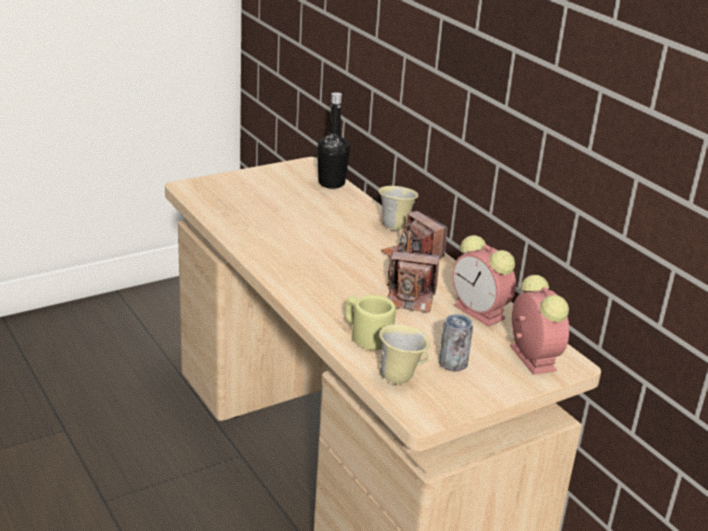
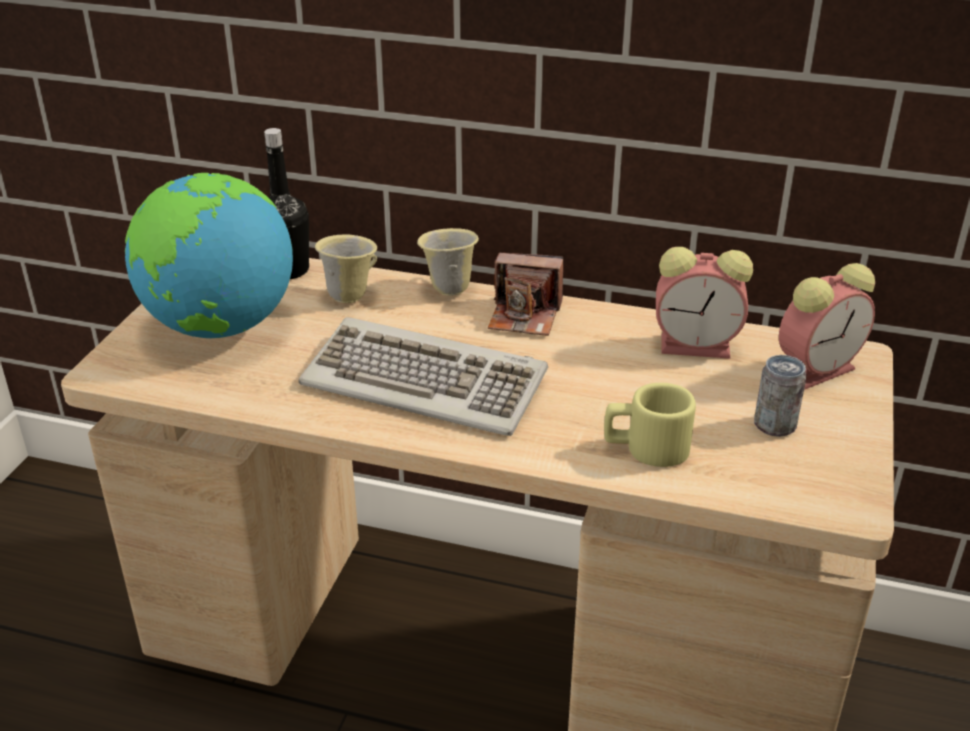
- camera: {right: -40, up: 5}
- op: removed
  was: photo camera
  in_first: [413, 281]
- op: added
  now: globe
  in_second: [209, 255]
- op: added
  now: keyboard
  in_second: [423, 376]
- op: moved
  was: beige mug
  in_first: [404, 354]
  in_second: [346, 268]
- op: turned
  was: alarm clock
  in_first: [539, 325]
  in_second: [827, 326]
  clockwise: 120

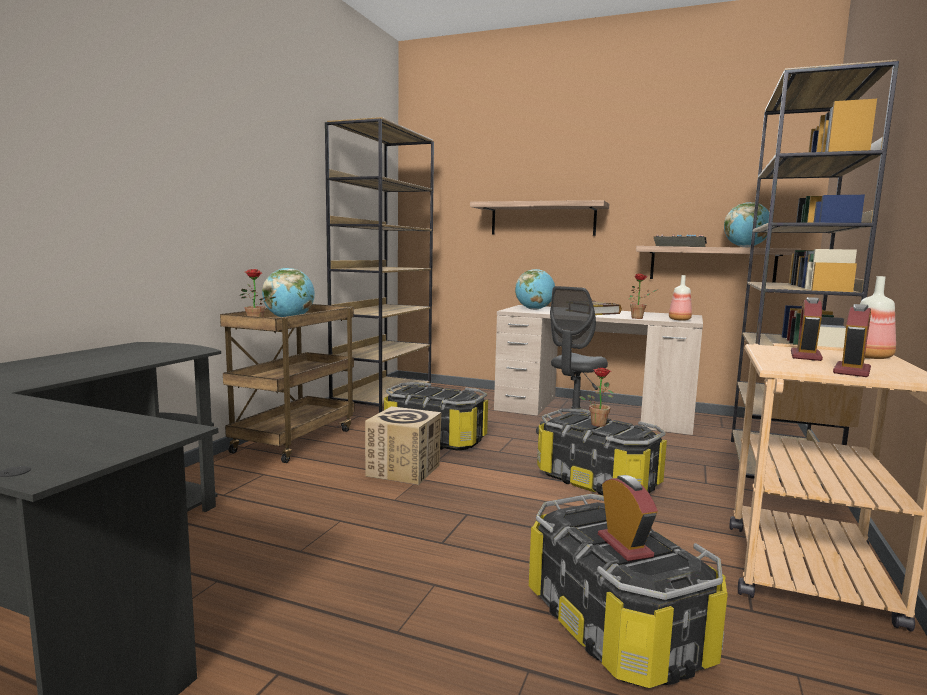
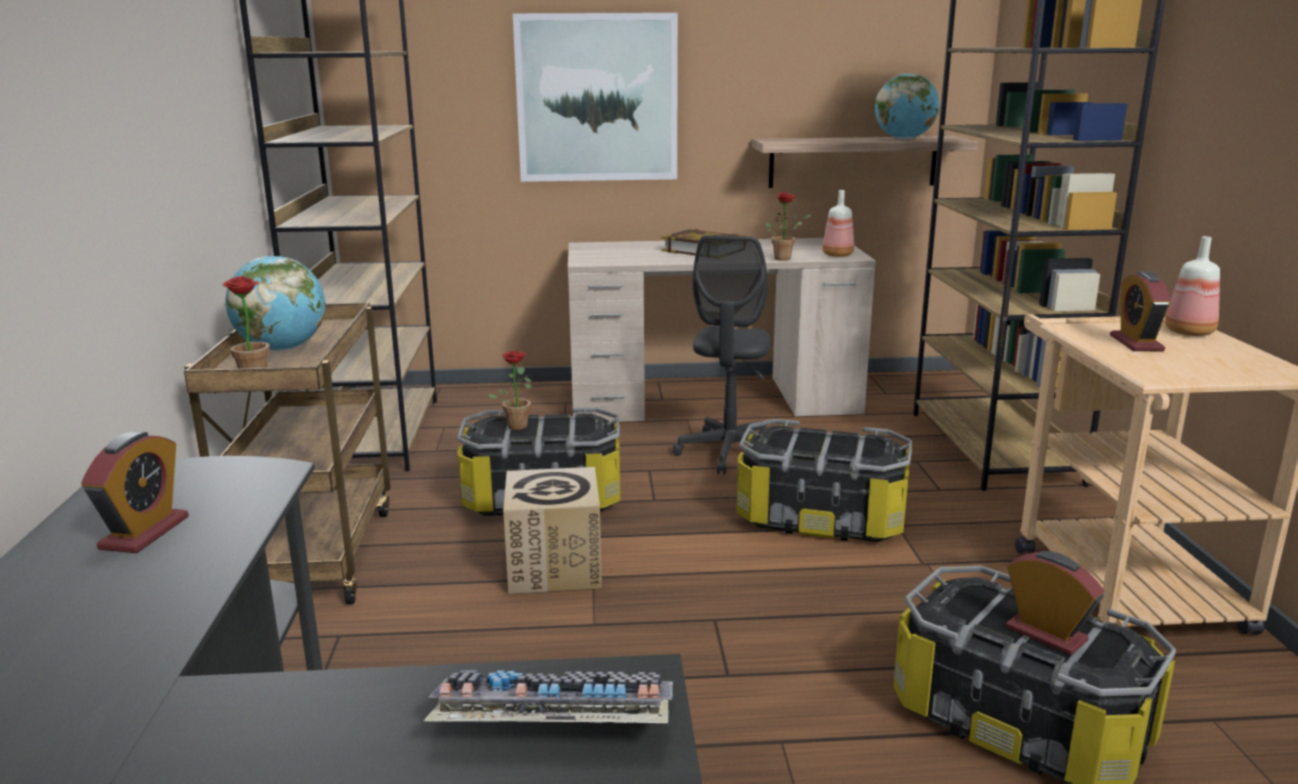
- camera: {right: -25, up: 10}
- op: removed
  was: globe
  in_first: [535, 289]
- op: moved
  was: potted plant
  in_first: [596, 397]
  in_second: [510, 390]
- op: moved
  was: keyboard
  in_first: [680, 241]
  in_second: [548, 696]
- op: moved
  was: alarm clock
  in_first: [852, 340]
  in_second: [135, 492]
- op: replaced
  was: shelf
  now: picture
  in_first: [539, 218]
  in_second: [595, 97]

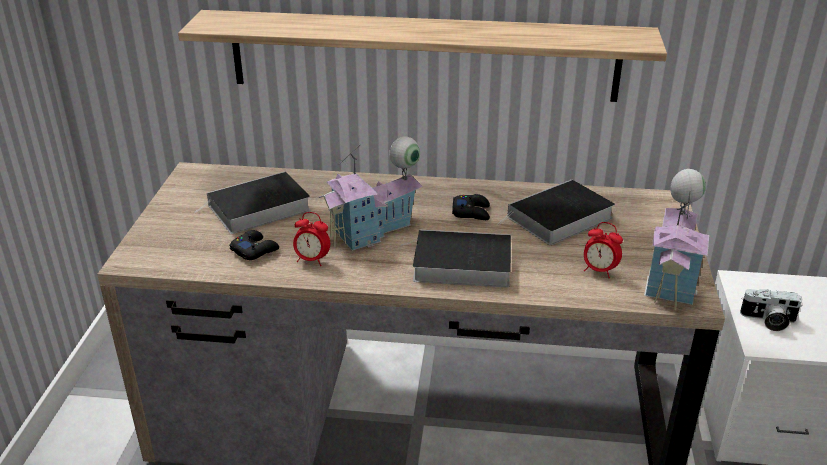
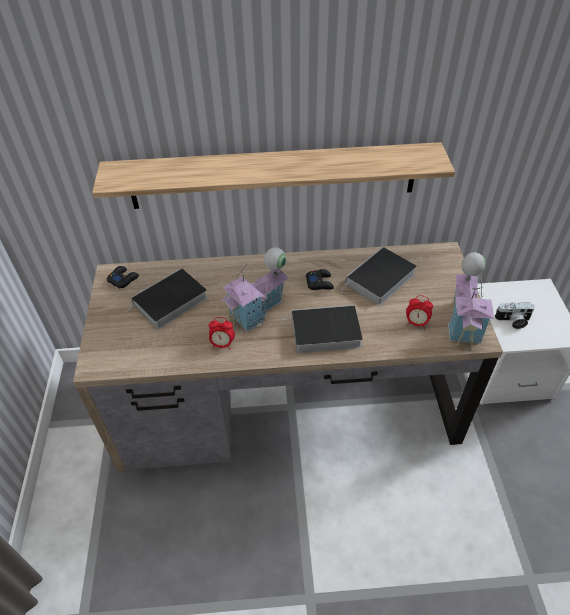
- camera: {right: -10, up: 15}
- op: moved
  was: black game controller
  in_first: [254, 245]
  in_second: [123, 277]

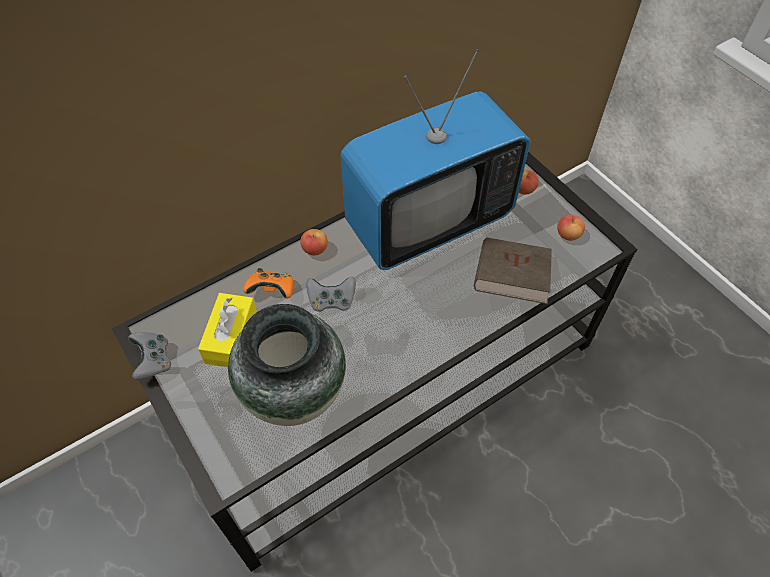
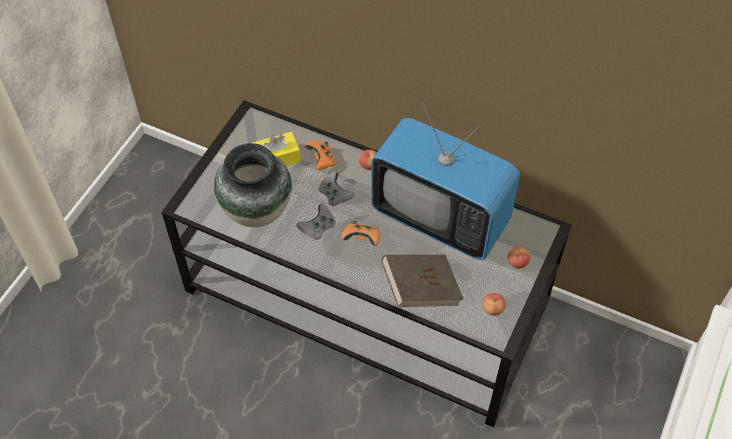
- camera: {right: 60, up: 0}
- op: added
  now: orange game controller
  in_second: [360, 233]
- op: moved
  was: grey game controller
  in_first: [149, 356]
  in_second: [315, 222]

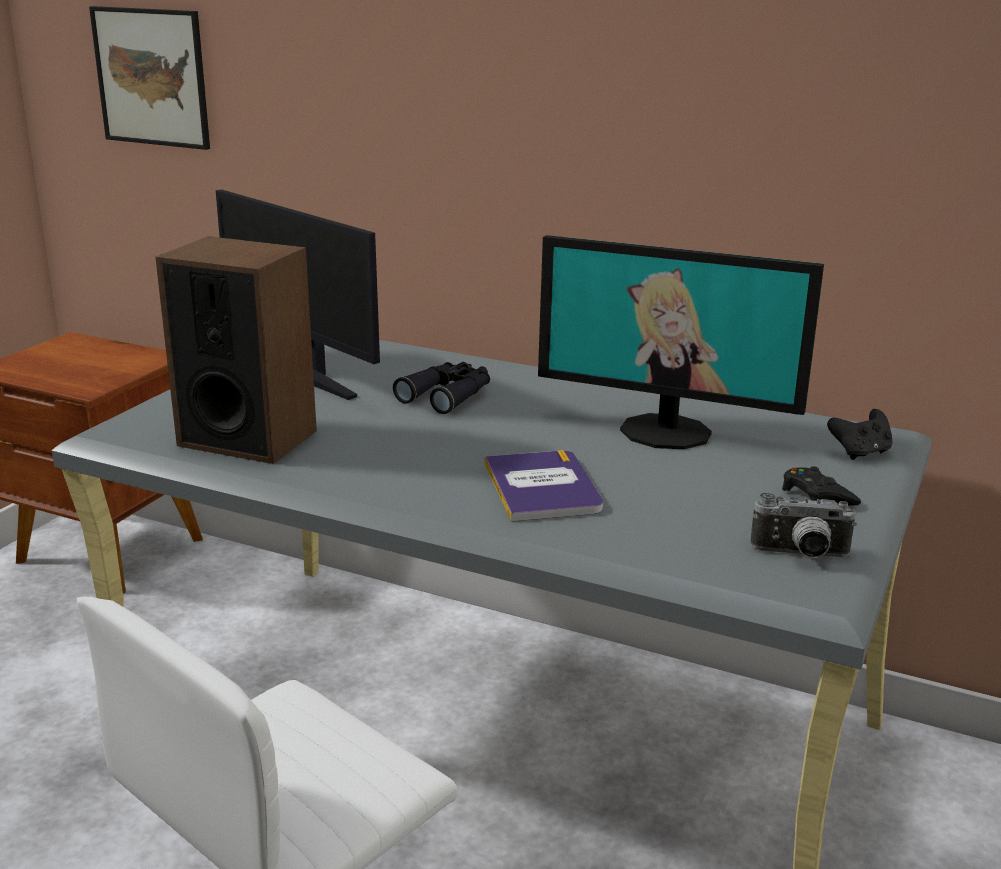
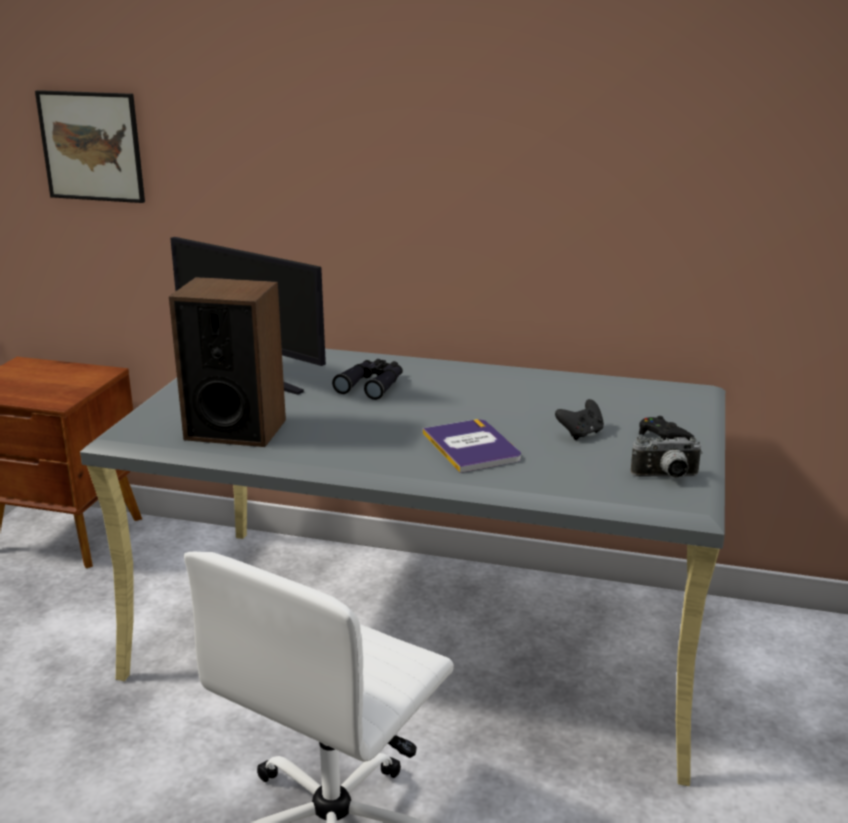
- camera: {right: -10, up: 0}
- op: removed
  was: monitor
  in_first: [681, 342]
- op: moved
  was: black game controller
  in_first: [860, 434]
  in_second: [579, 419]

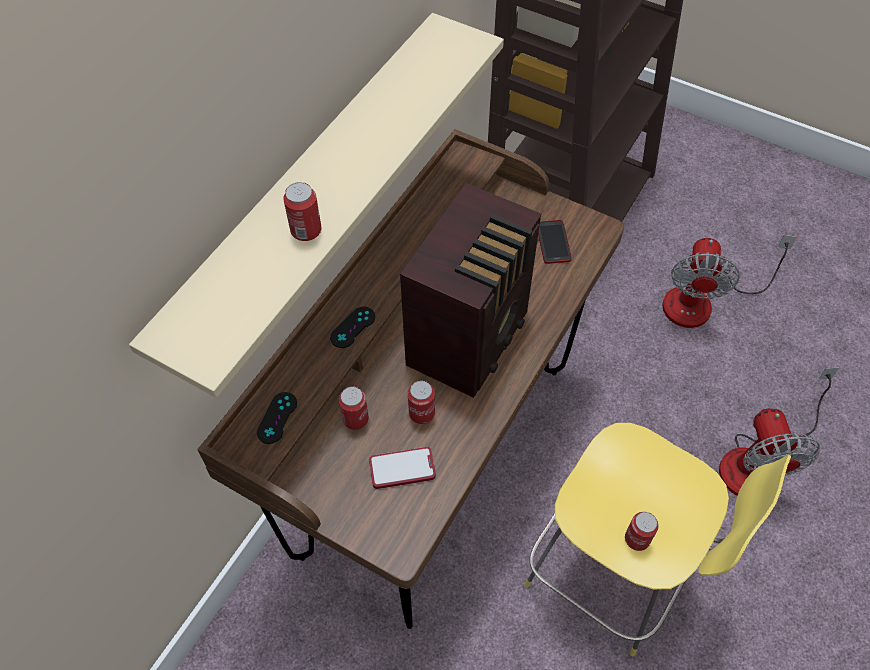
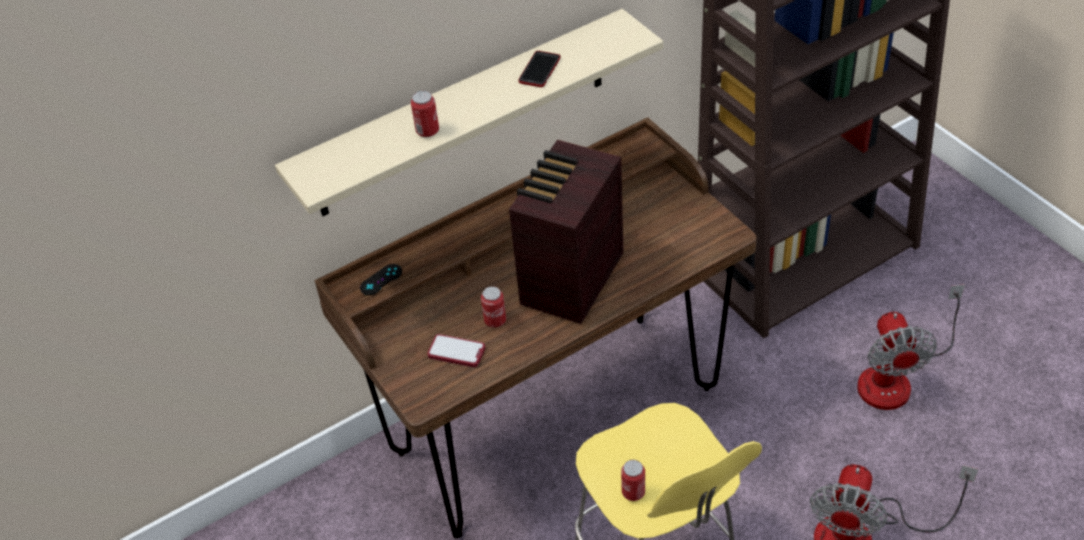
- camera: {right: 30, up: -10}
- op: removed
  was: black game controller
  in_first: [352, 327]
- op: removed
  was: can
  in_first: [354, 408]
- op: moved
  was: phone
  in_first: [555, 242]
  in_second: [539, 69]
- op: turned
  was: radio
  in_first: [470, 290]
  in_second: [566, 232]
  clockwise: 150
- op: turned
  was: fan
  in_first: [729, 281]
  in_second: [911, 347]
  clockwise: -45

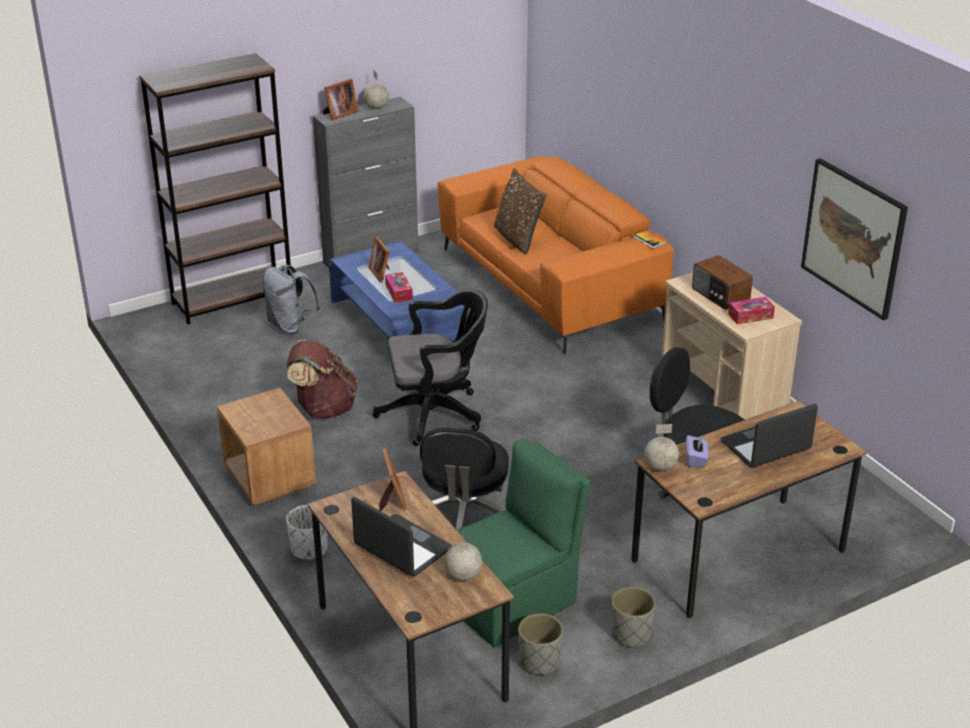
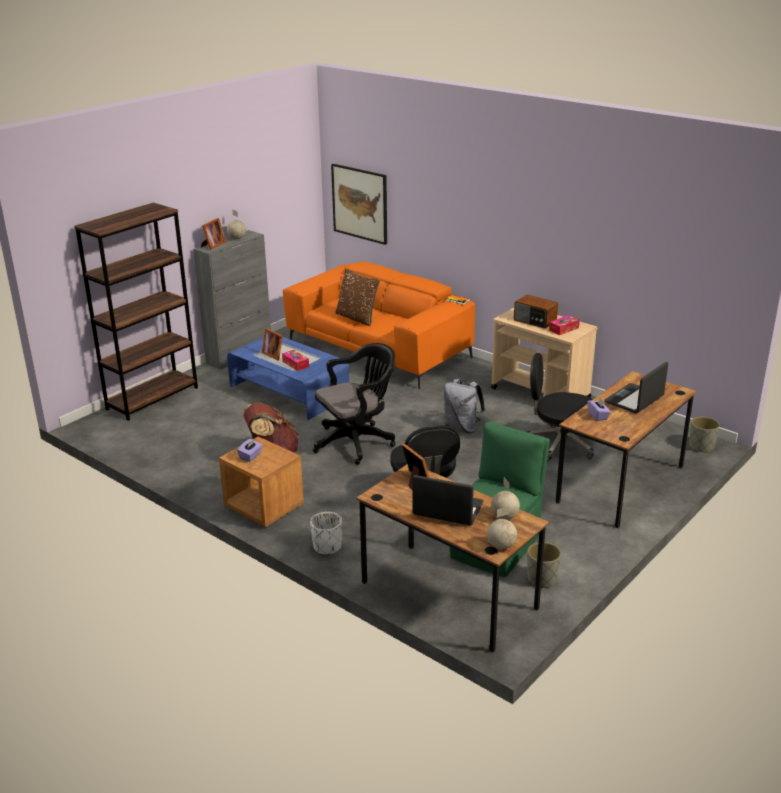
- camera: {right: -20, up: -5}
- op: added
  now: purple tissue box
  in_second: [249, 450]
- op: moved
  was: grey backpack
  in_first: [291, 299]
  in_second: [464, 406]
- op: moved
  was: grey planter
  in_first: [634, 617]
  in_second: [704, 435]
- op: moved
  was: globe
  in_first: [662, 447]
  in_second: [502, 527]
- op: moved
  was: picture
  in_first: [854, 239]
  in_second: [359, 204]

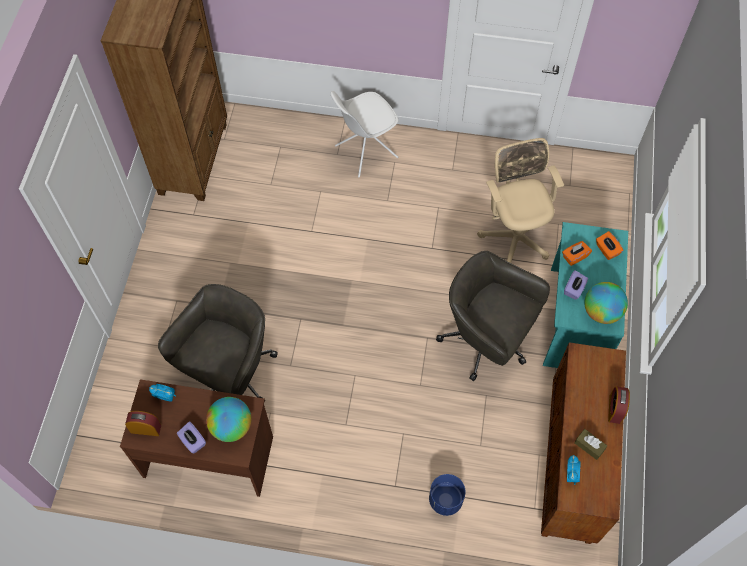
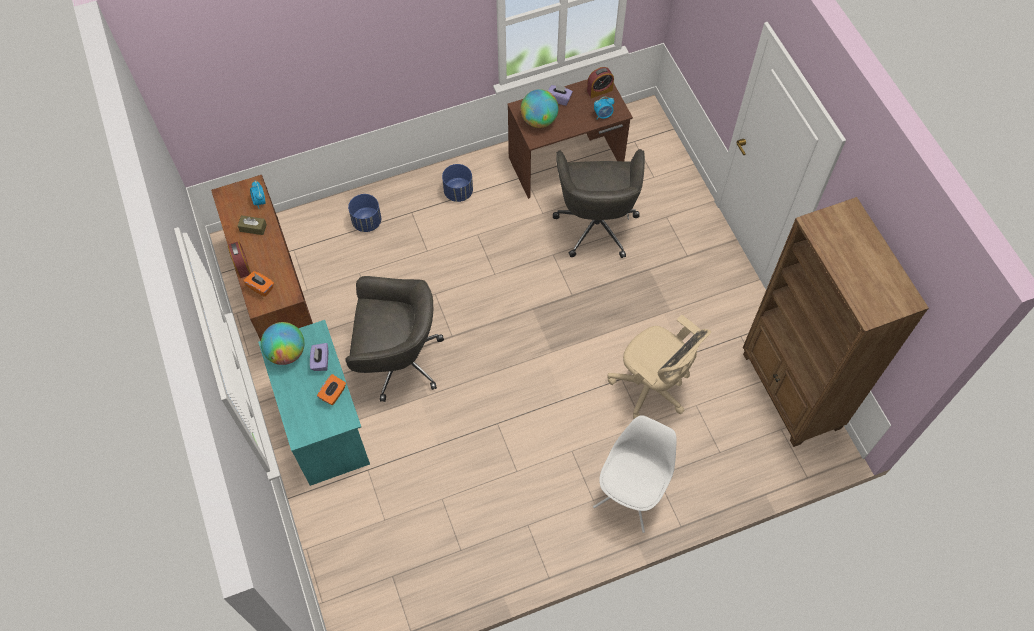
- camera: {right: 150, up: 0}
- op: added
  now: blue planter
  in_second: [457, 183]
- op: moved
  was: beige office chair
  in_first: [520, 200]
  in_second: [659, 367]
- op: moved
  was: orange tissue box
  in_first: [609, 245]
  in_second: [258, 284]

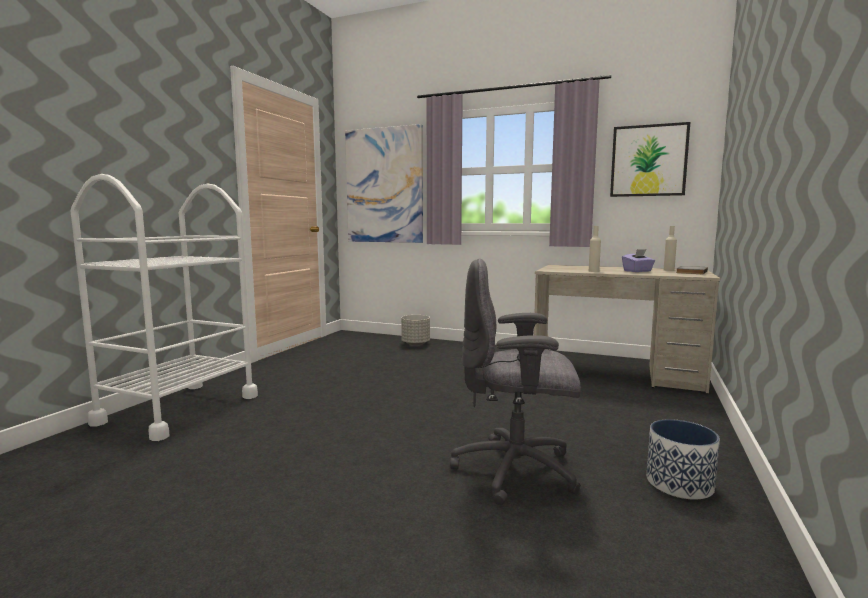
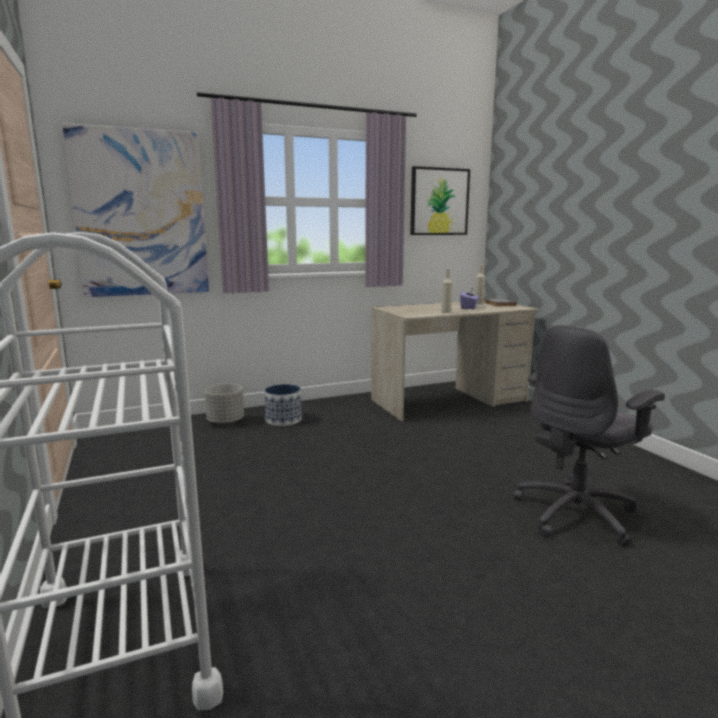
- camera: {right: -45, up: 5}
- op: moved
  was: planter
  in_first: [683, 459]
  in_second: [283, 405]

